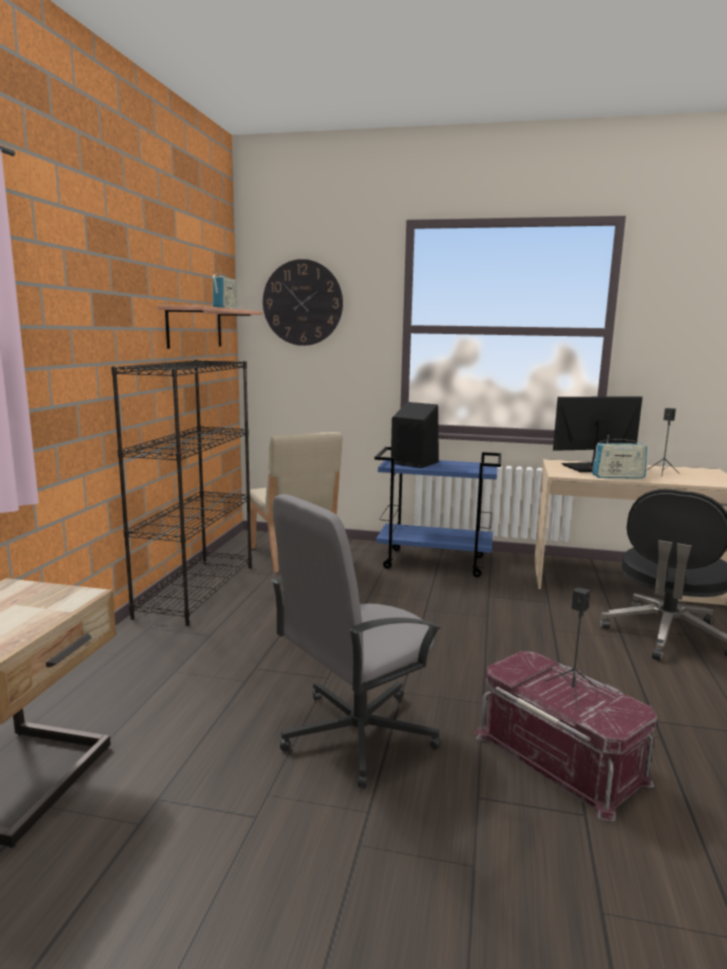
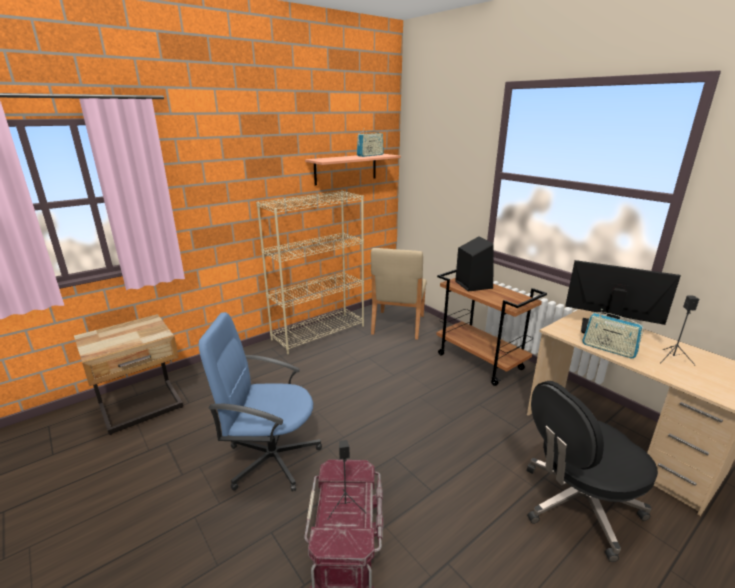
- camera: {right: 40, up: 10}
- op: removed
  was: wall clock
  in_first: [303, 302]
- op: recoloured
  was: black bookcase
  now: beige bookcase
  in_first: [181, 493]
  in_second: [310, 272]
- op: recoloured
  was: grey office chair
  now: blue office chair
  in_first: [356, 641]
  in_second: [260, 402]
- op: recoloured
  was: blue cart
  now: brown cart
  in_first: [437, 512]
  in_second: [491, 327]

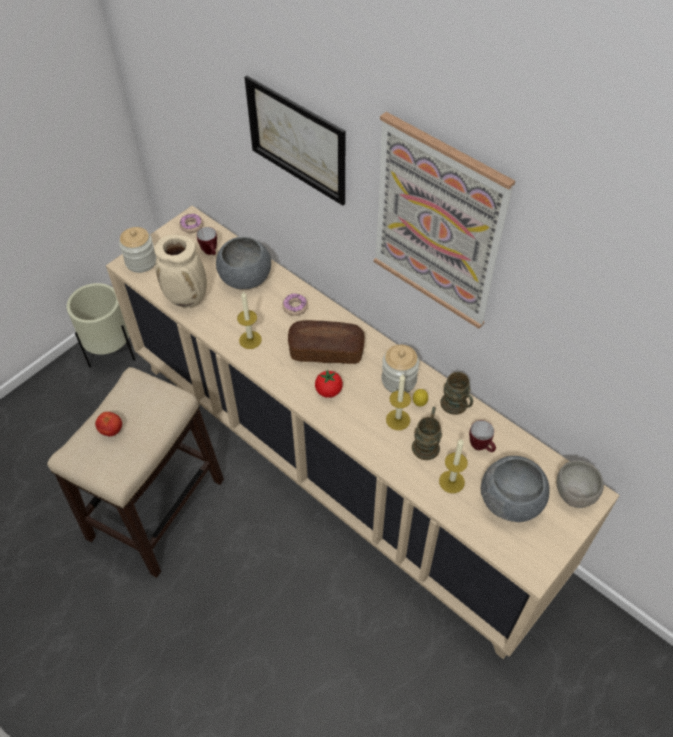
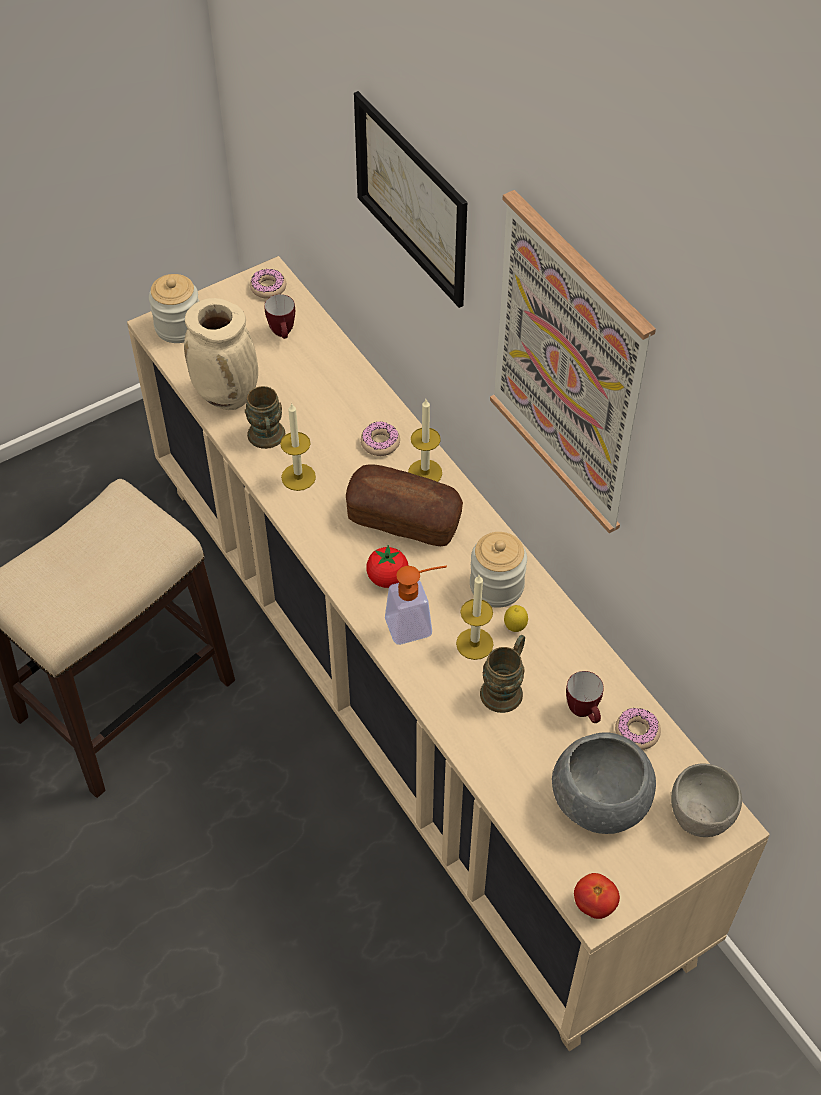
- camera: {right: 15, up: 0}
- op: removed
  was: beige planter
  in_first: [101, 325]
- op: removed
  was: grey bowl
  in_first: [243, 263]
- op: added
  now: soap dispenser
  in_second: [416, 605]
- op: added
  now: donut
  in_second: [638, 729]
- op: moved
  was: tomato
  in_first: [108, 424]
  in_second: [597, 896]
- op: moved
  was: candle
  in_first: [453, 465]
  in_second: [425, 440]
- op: moved
  was: brown mug
  in_first: [456, 393]
  in_second: [265, 417]

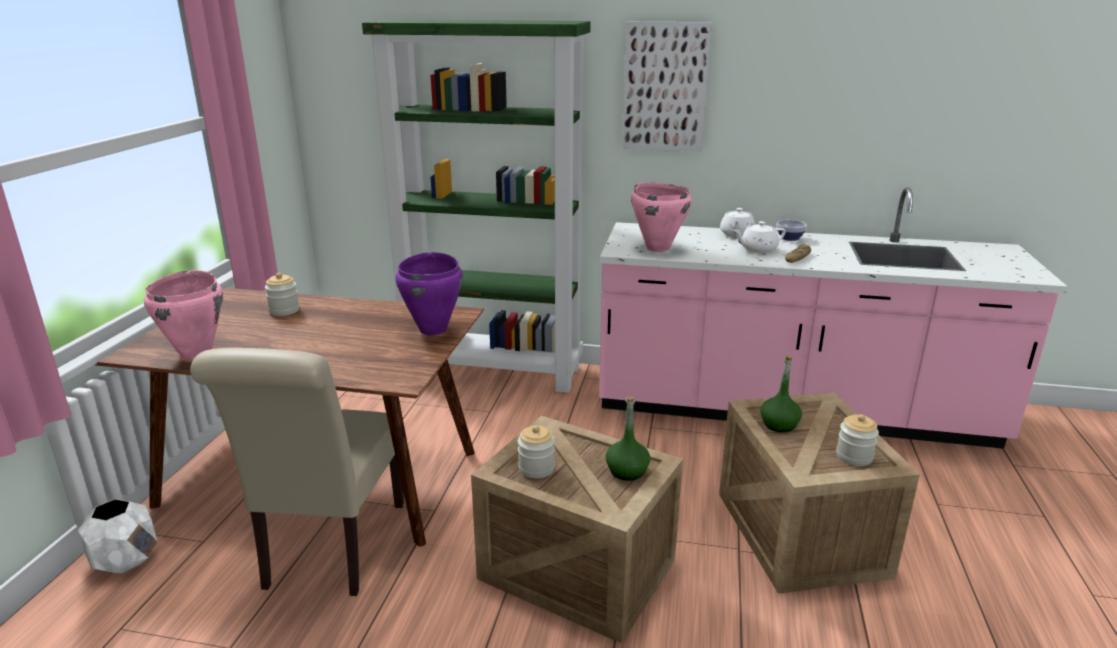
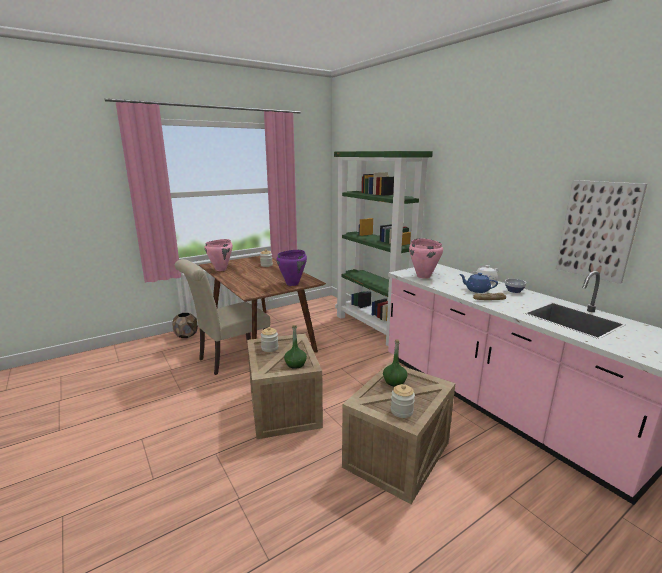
- camera: {right: 45, up: -5}
- op: moved
  was: picture
  in_first: [667, 87]
  in_second: [601, 232]
- op: recoloured
  was: white planter
  now: brown planter
  in_first: [117, 536]
  in_second: [185, 325]
- op: recoloured
  was: white teapot
  now: blue teapot
  in_first: [759, 237]
  in_second: [478, 283]

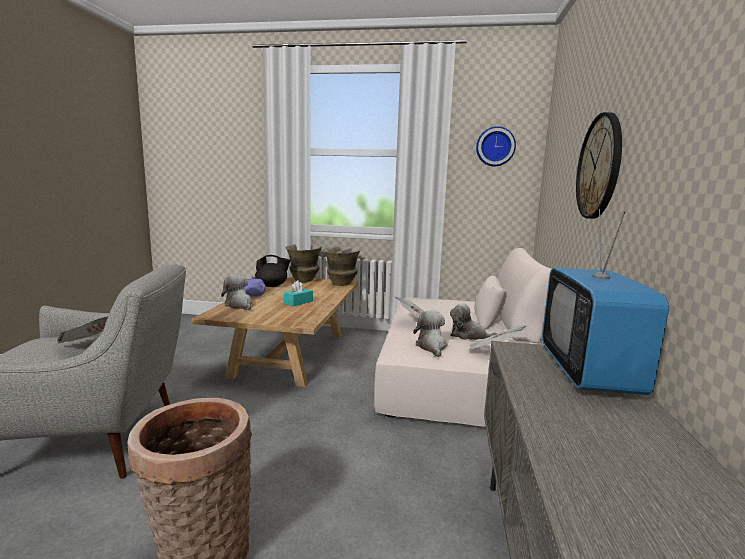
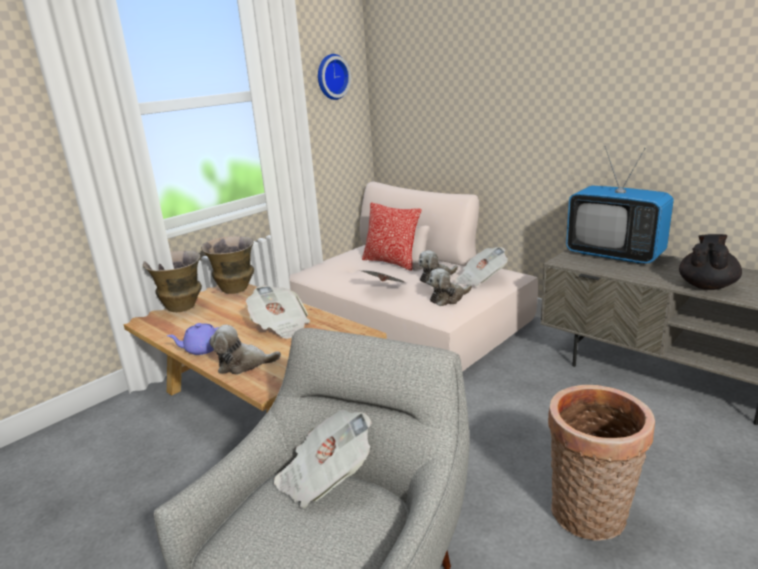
- camera: {right: -55, up: 10}
- op: removed
  was: wall clock
  in_first: [599, 165]
- op: added
  now: pillow
  in_second: [391, 236]
- op: moved
  was: black teapot
  in_first: [273, 271]
  in_second: [710, 262]
- op: replaced
  was: turquoise tissue box
  now: newspaper
  in_first: [298, 293]
  in_second: [278, 312]
- op: turned
  was: plush toy
  in_first: [430, 334]
  in_second: [450, 287]
  clockwise: -60

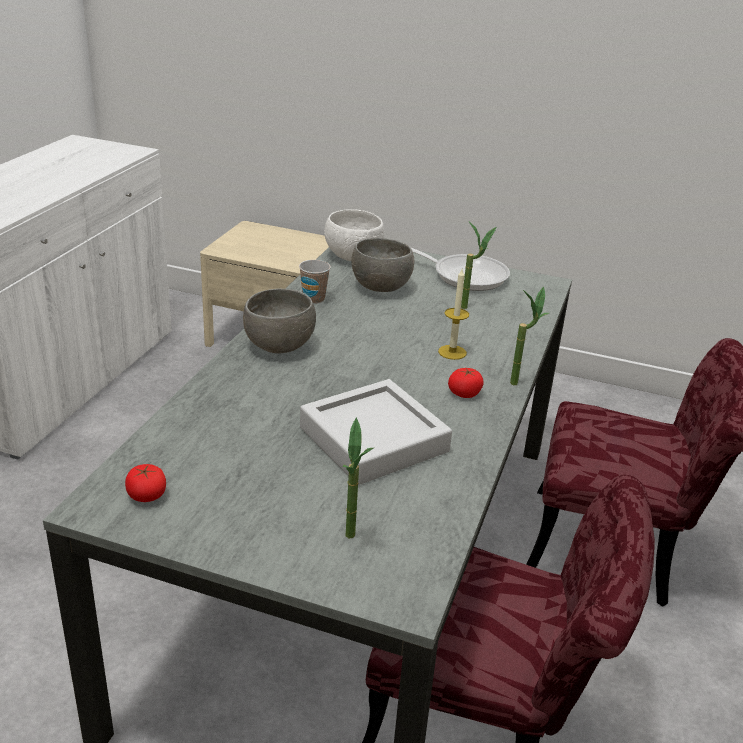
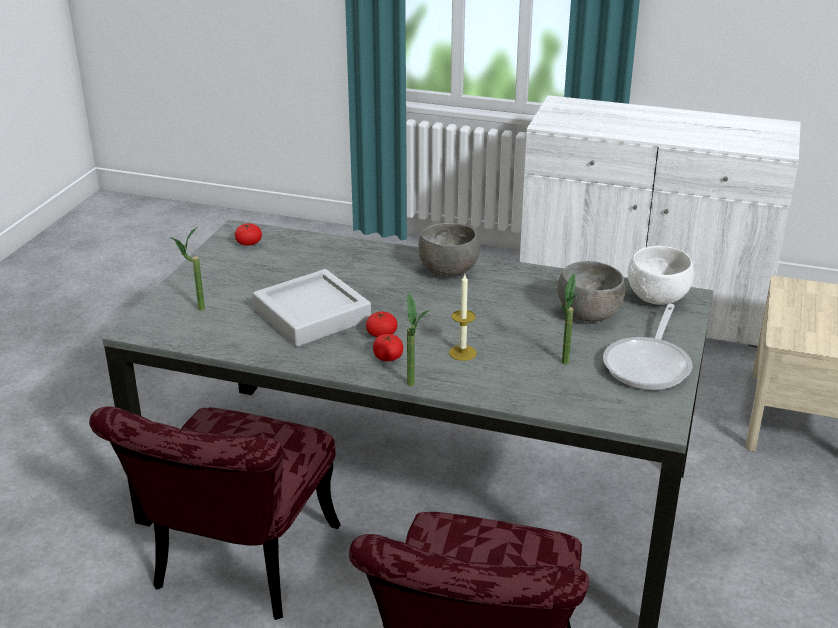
- camera: {right: 90, up: 0}
- op: removed
  was: cup
  in_first: [315, 282]
- op: added
  now: tomato
  in_second: [381, 324]

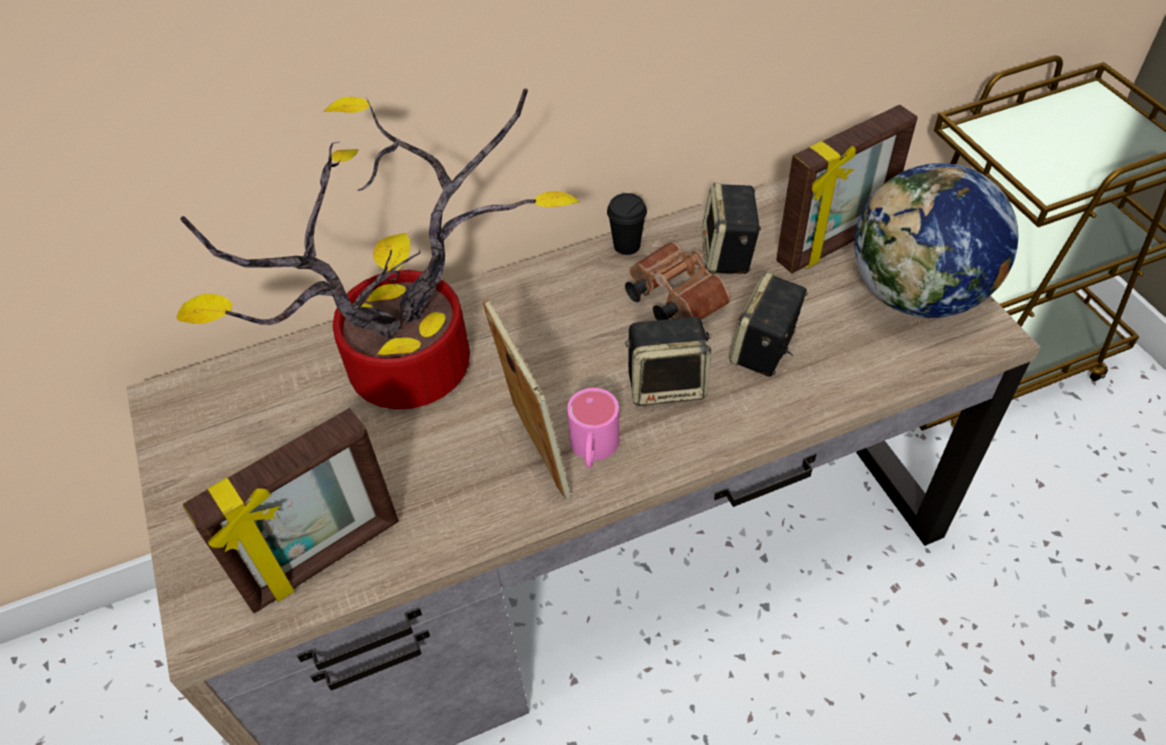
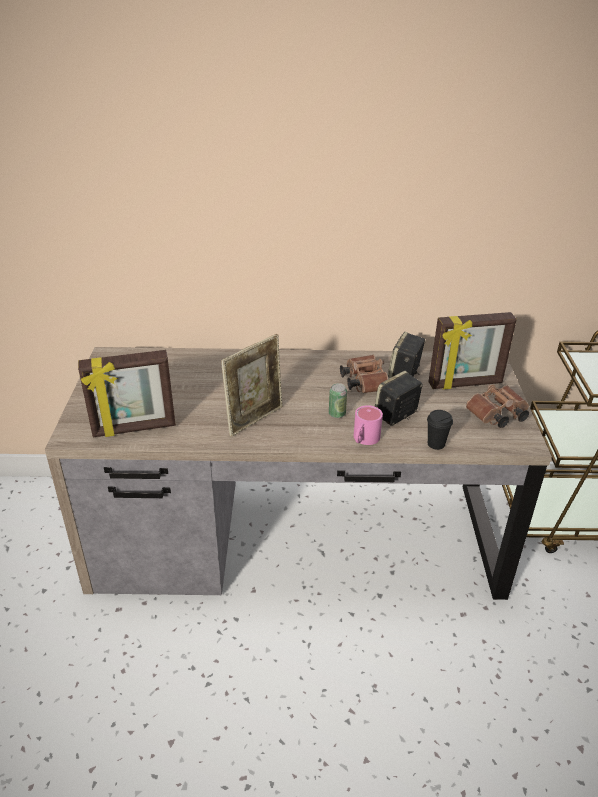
- camera: {right: 20, up: -15}
- op: removed
  was: potted plant
  in_first: [378, 248]
- op: moved
  was: pink mug
  in_first: [593, 428]
  in_second: [368, 425]
- op: moved
  was: black cup
  in_first: [627, 224]
  in_second: [440, 430]
- op: replaced
  was: speaker
  now: can
  in_first: [668, 361]
  in_second: [338, 400]
- op: replaced
  was: globe
  now: brown binoculars
  in_first: [936, 240]
  in_second: [497, 406]
- op: turned
  was: picture frame
  in_first: [527, 399]
  in_second: [251, 385]
  clockwise: 45

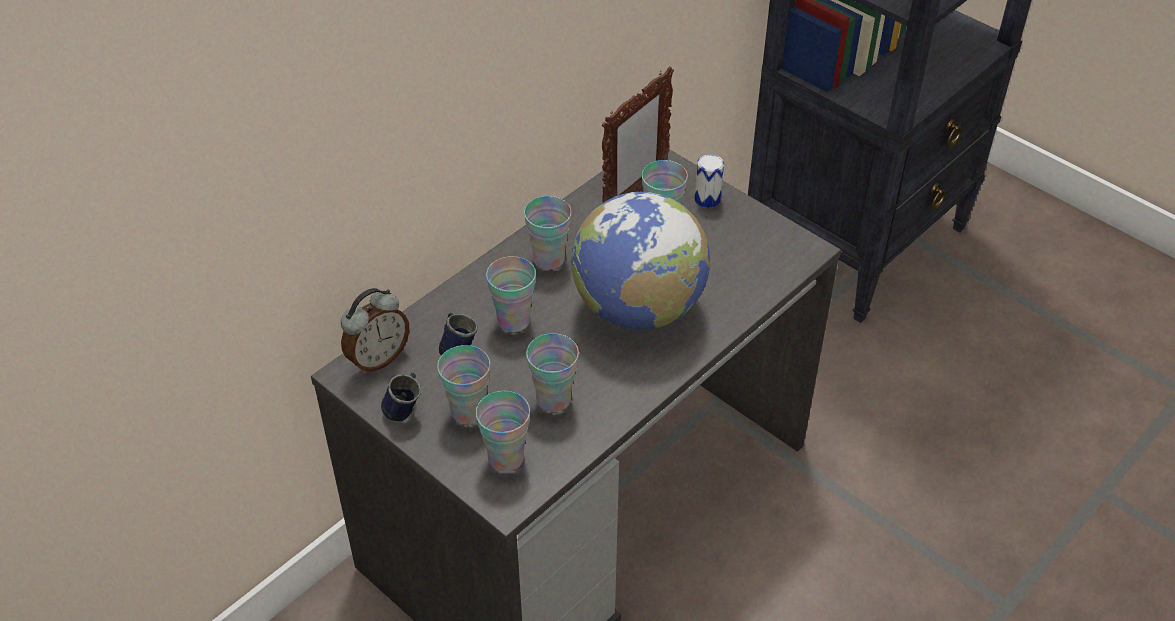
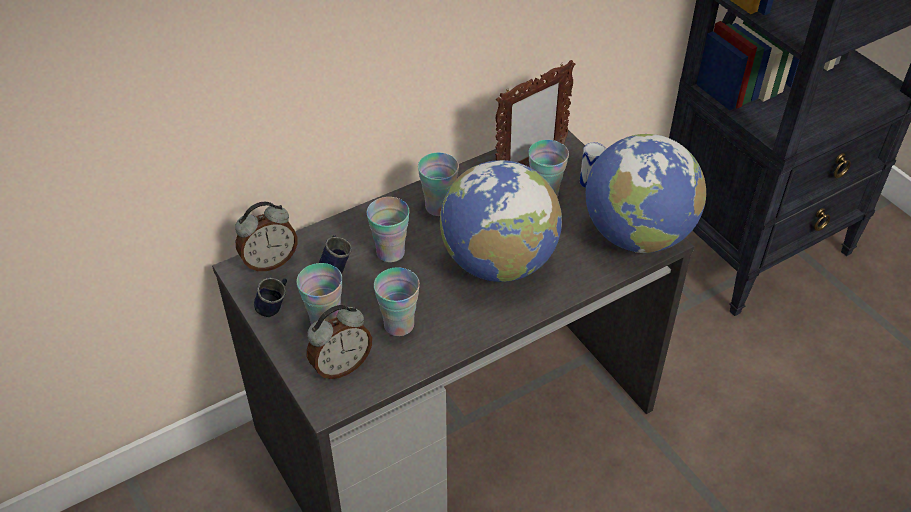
- camera: {right: 15, up: 0}
- op: added
  now: globe
  in_second: [646, 193]
- op: replaced
  was: cup
  now: alarm clock
  in_first: [503, 431]
  in_second: [339, 342]

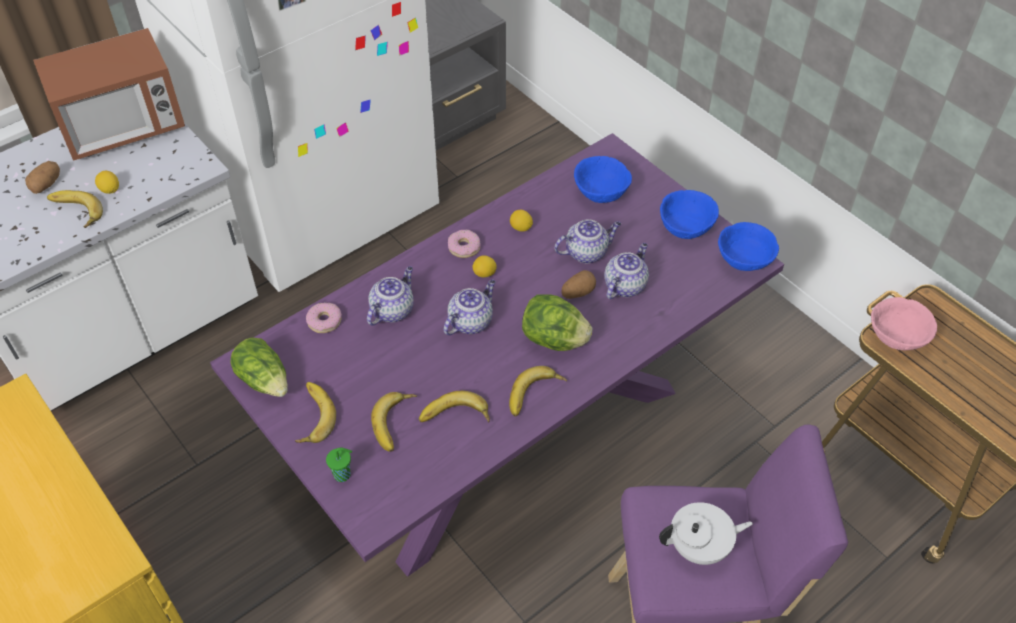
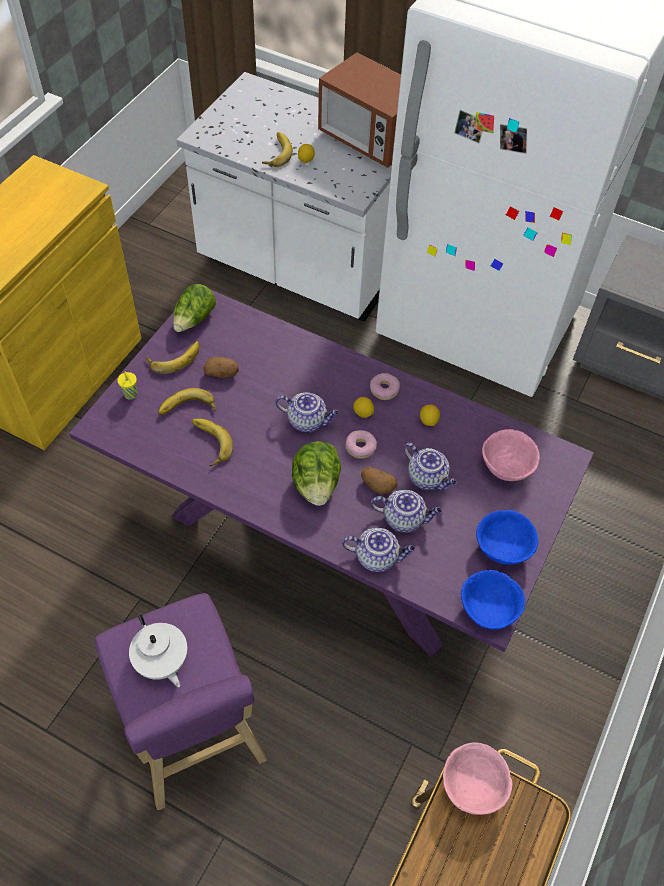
- camera: {right: 65, up: 5}
- op: removed
  was: banana
  in_first: [538, 391]
- op: moved
  was: potato
  in_first: [42, 177]
  in_second: [221, 367]
- op: moved
  was: donut
  in_first: [324, 318]
  in_second: [361, 444]
- op: moved
  was: teapot
  in_first: [390, 296]
  in_second: [378, 550]
- op: recoloured
  was: green cup
  now: yellow cup
  in_first: [339, 465]
  in_second: [127, 385]
- op: recoloured
  was: blue bowl
  now: pink bowl
  in_first: [603, 179]
  in_second: [511, 455]

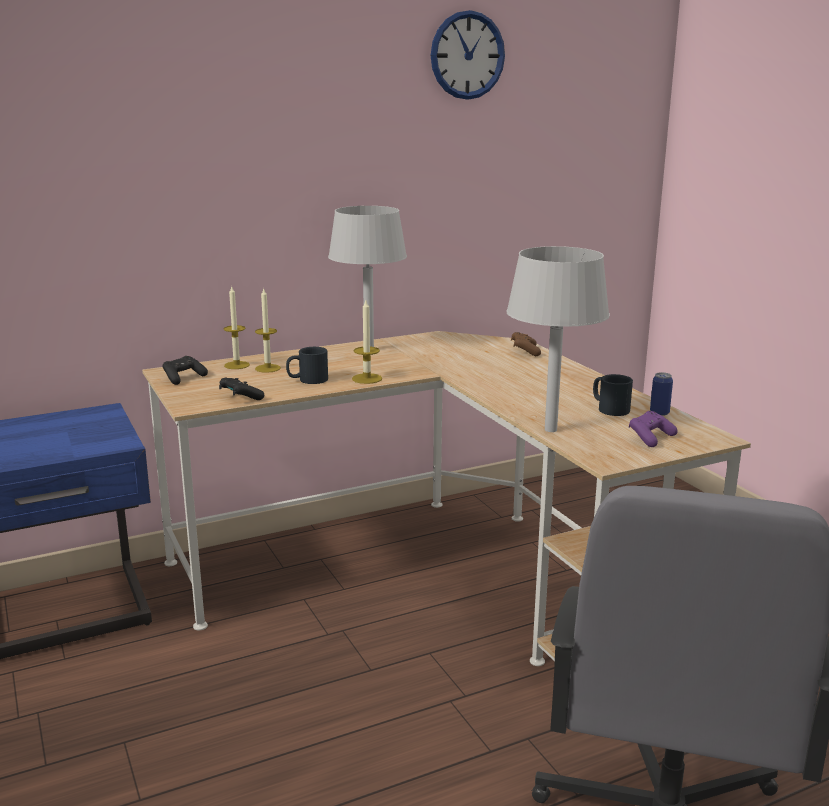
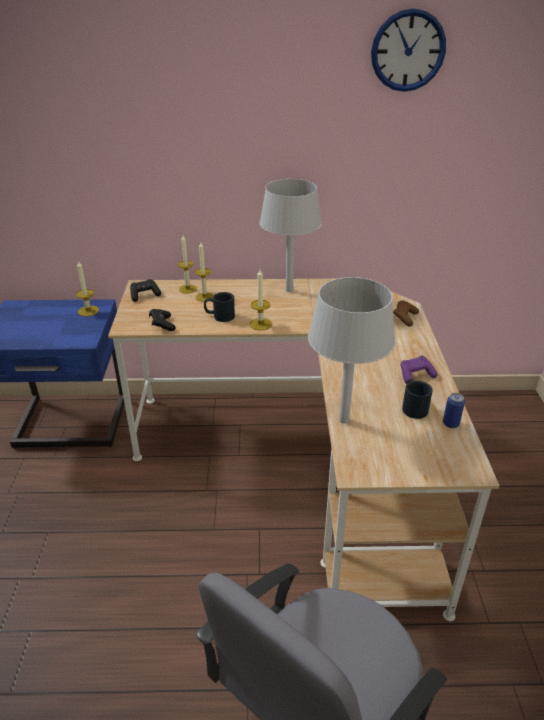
- camera: {right: 25, up: 15}
- op: added
  now: candle
  in_second: [87, 288]
- op: moved
  was: purple game controller
  in_first: [653, 429]
  in_second: [419, 370]

